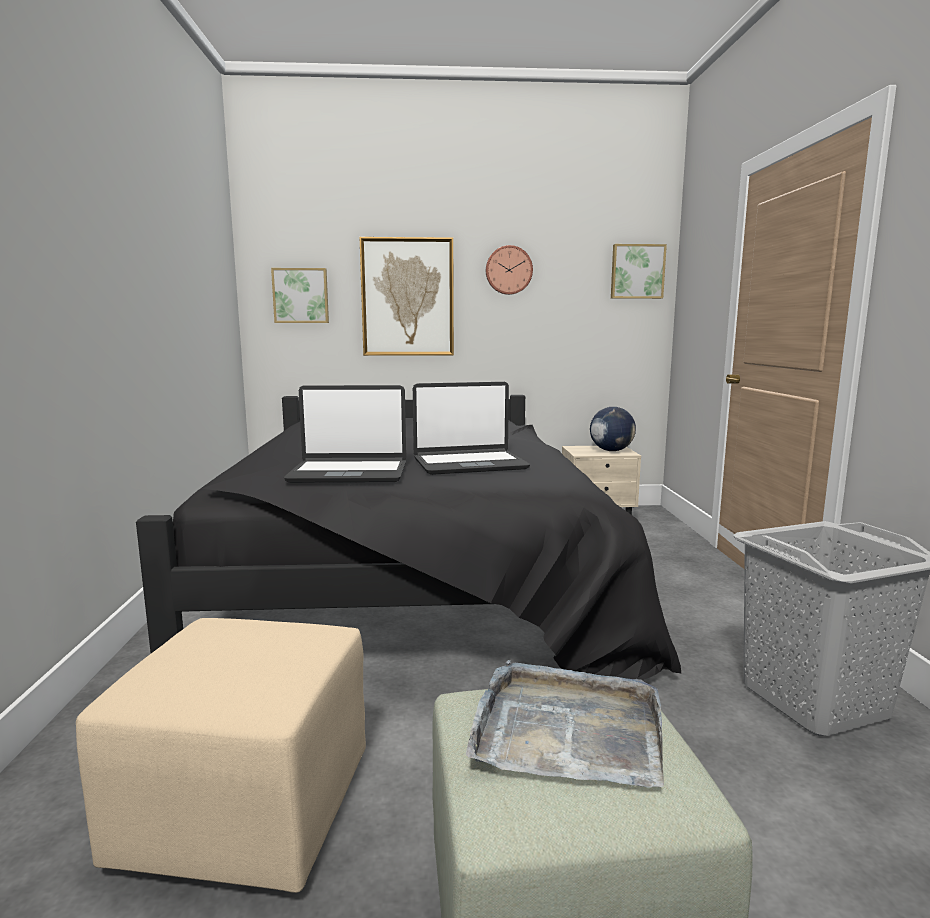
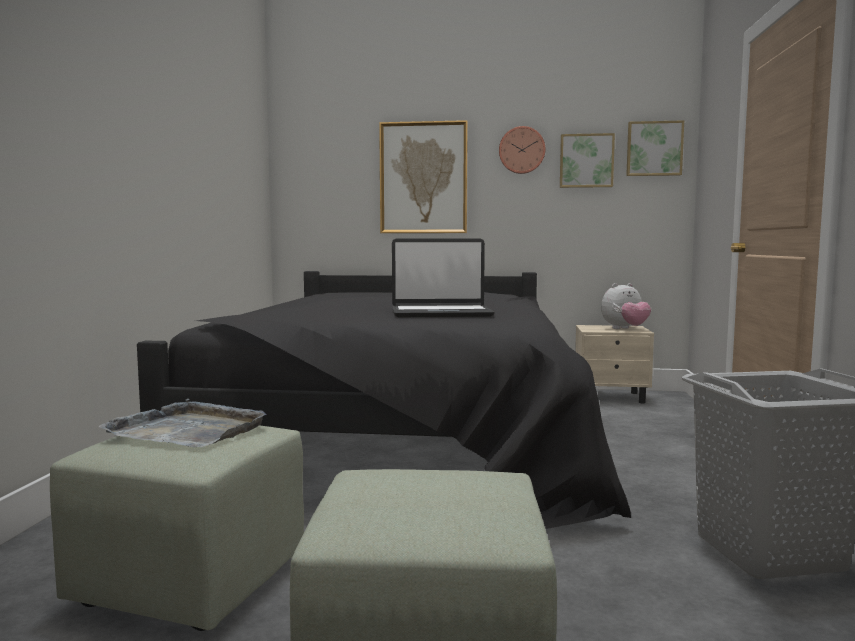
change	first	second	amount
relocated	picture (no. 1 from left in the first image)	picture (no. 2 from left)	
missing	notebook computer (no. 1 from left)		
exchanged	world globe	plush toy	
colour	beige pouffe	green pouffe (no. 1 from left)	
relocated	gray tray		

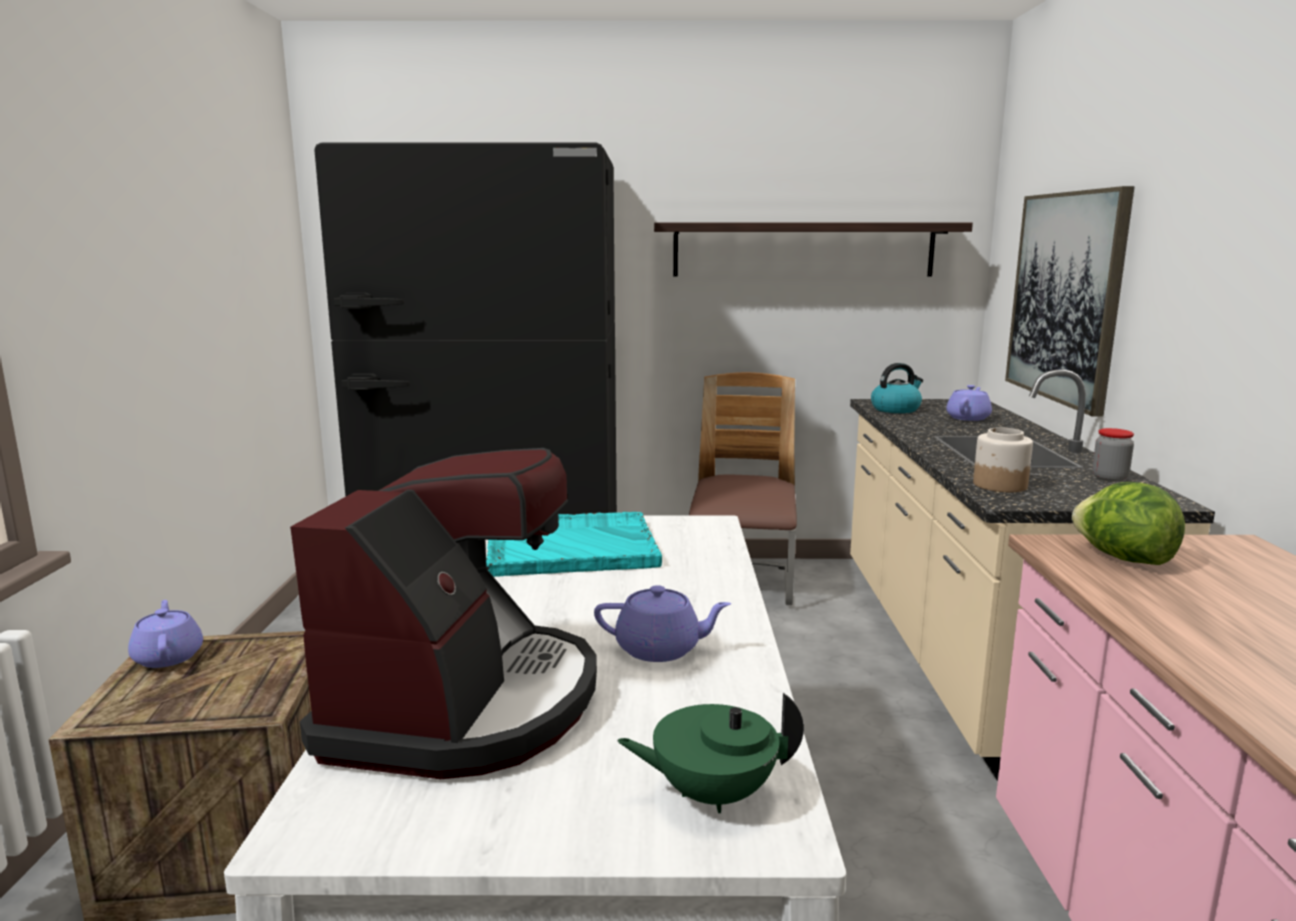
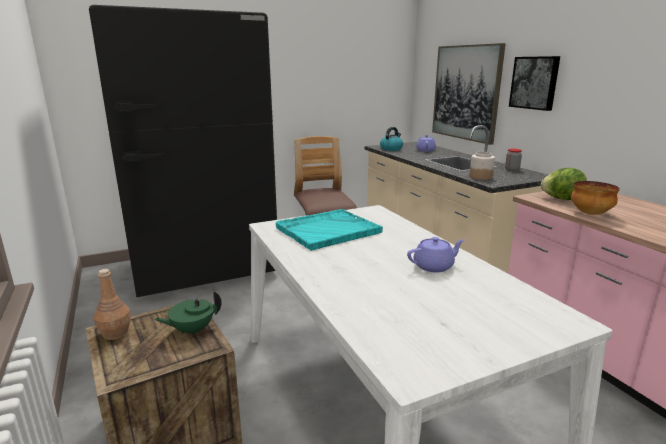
change	first	second	amount
missing	bracket shelf		
missing	coffee maker		
exchanged	purple-coloured pot for tea (no. 1 from left)	brown beverage bottle	
relocated	green pot for tea		
appeared		picture (no. 2 from left)	
appeared		bowl	

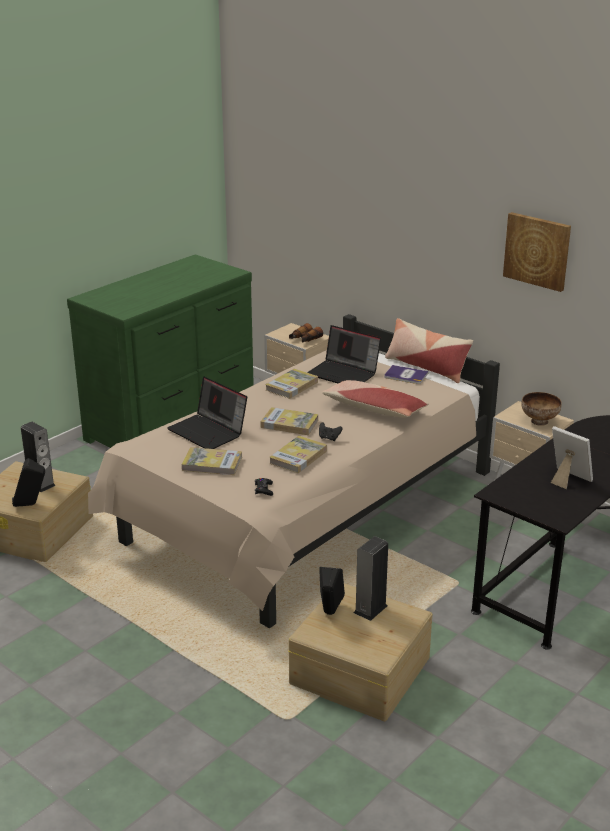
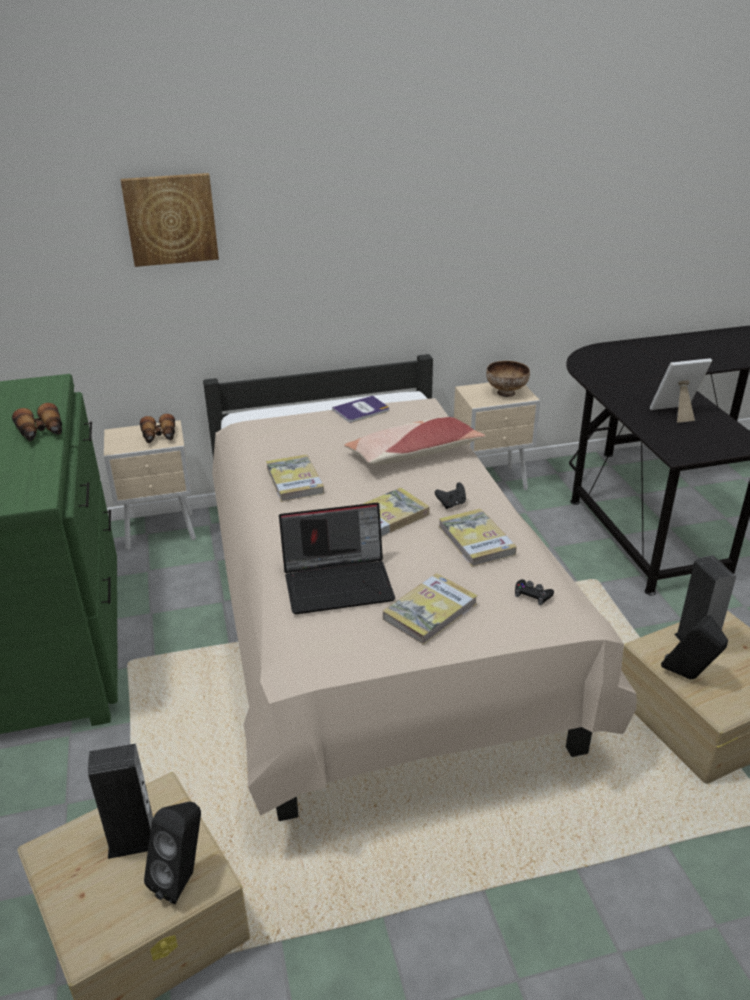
change	first	second	amount
relocated	picture		
missing	throw pillow (no. 2 from left)		
missing	notebook computer (no. 2 from left)		
appeared		pair of binoculars (no. 1 from left)	

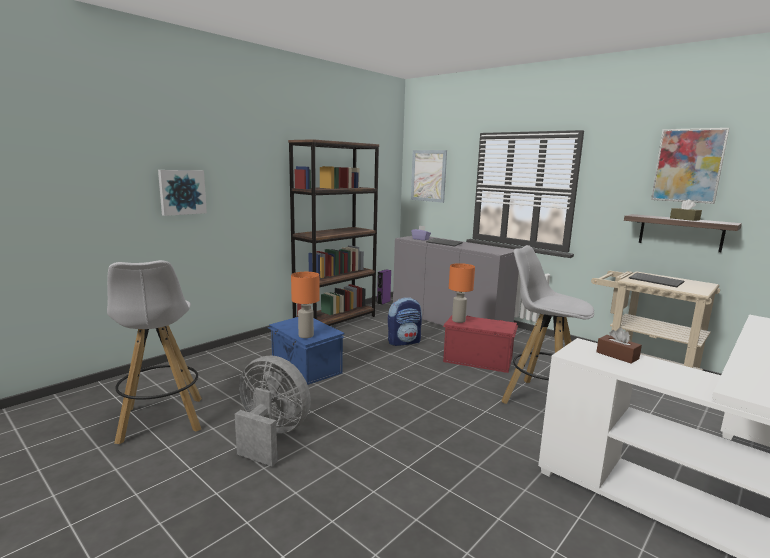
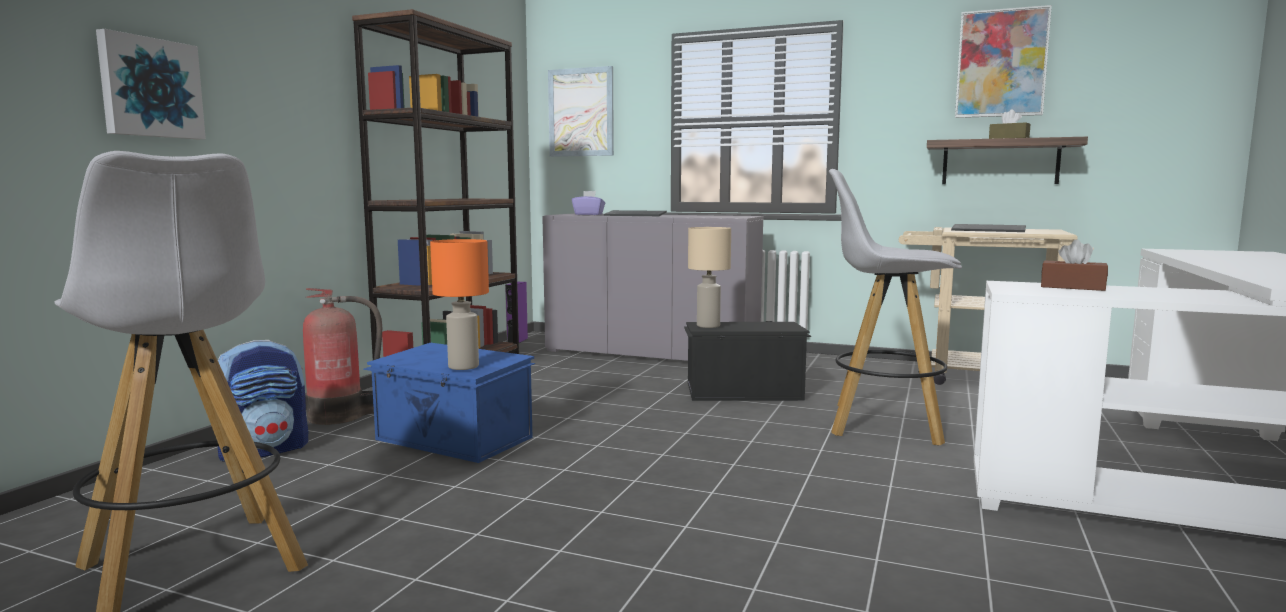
change	first	second	amount
colour	orangey table lamp (no. 2 from left)	beige table lamp	
relocated	backpack		
colour	red-coloured storage bin	blackish storage bin	
missing	gray electric fan		
appeared		extinguisher	

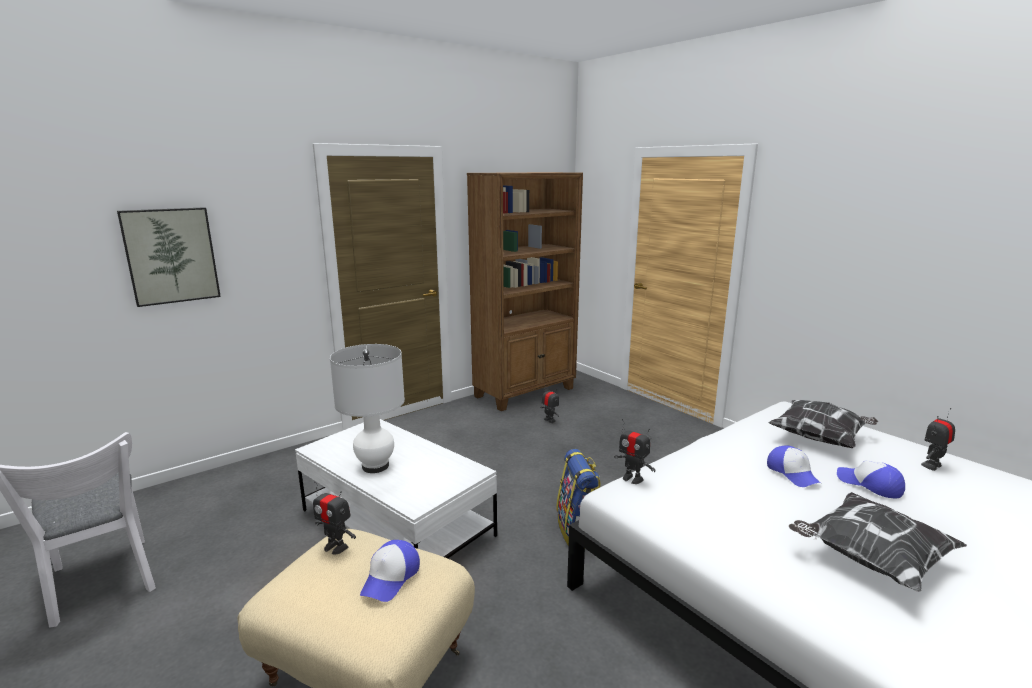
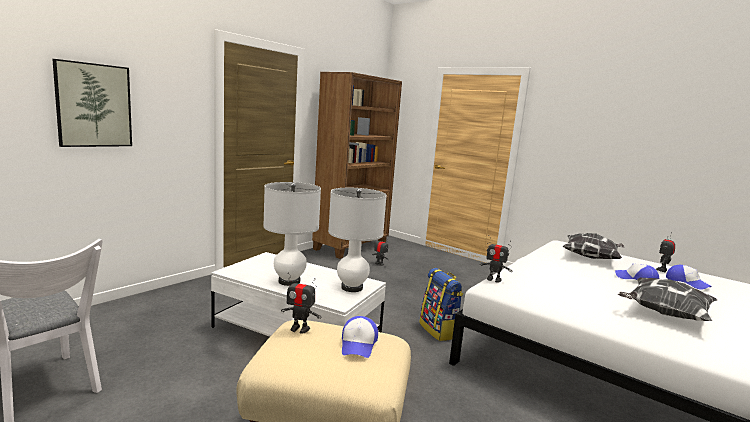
change	first	second	amount
relocated	peaked cap (no. 2 from left in the first image)	peaked cap (no. 3 from left)	
appeared		white table lamp (no. 2 from left)	

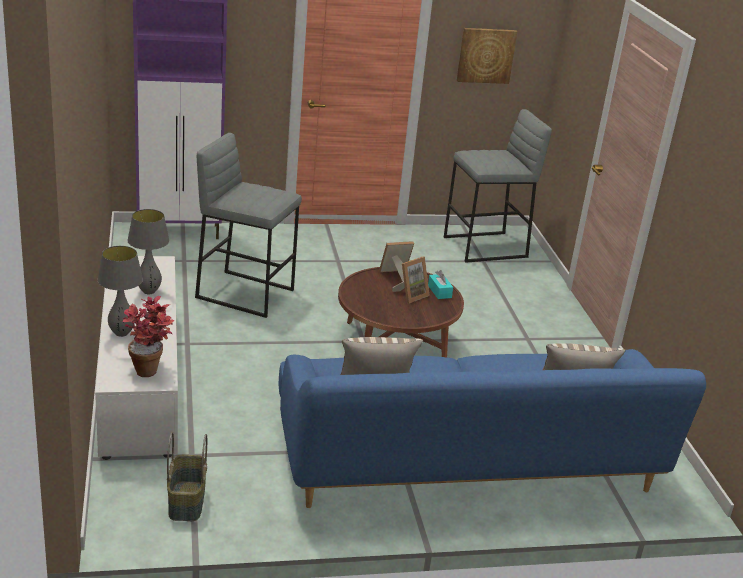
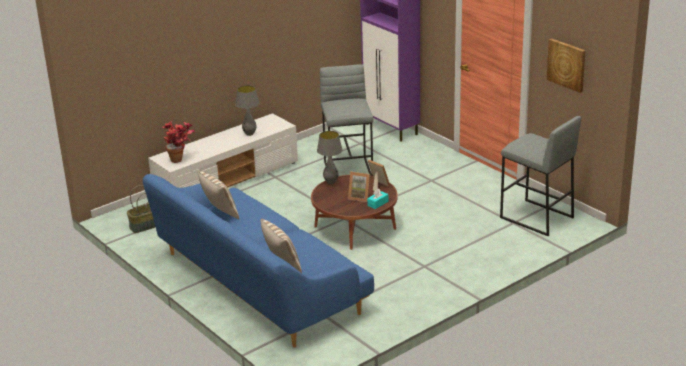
change	first	second	amount
relocated	gray table lamp (no. 1 from left in the first image)	gray table lamp (no. 2 from left)	

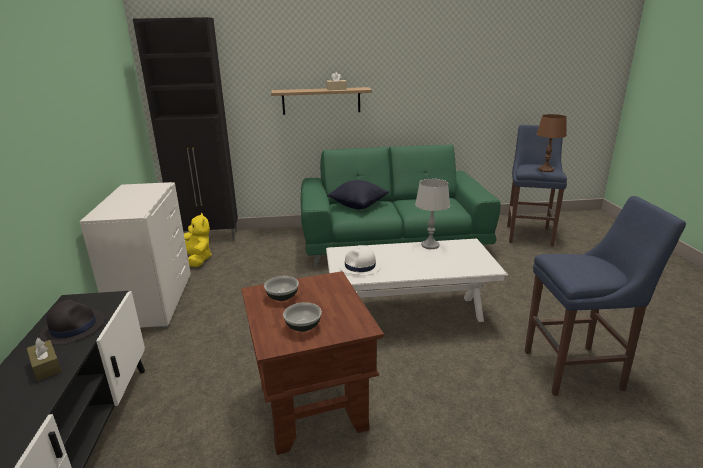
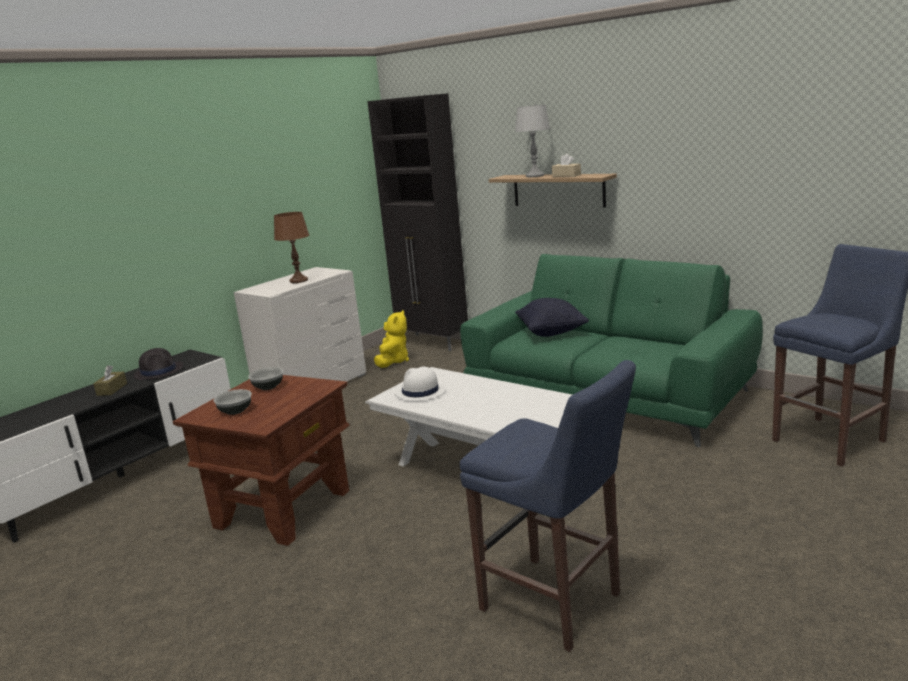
change	first	second	amount
relocated	brown table lamp		
relocated	gray table lamp		

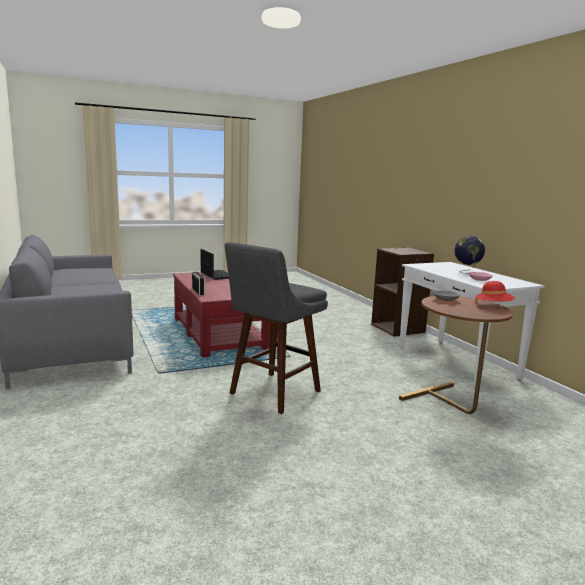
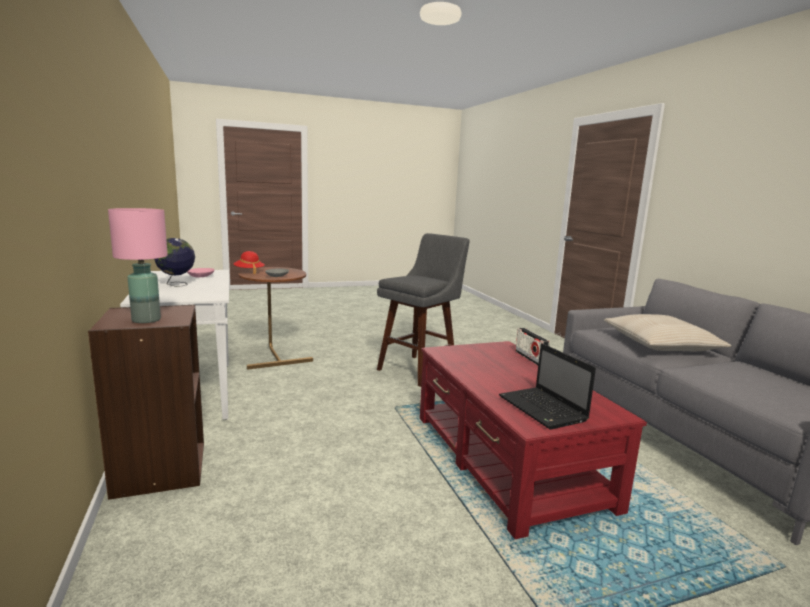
change	first	second	amount
appeared		pink-coloured table lamp	
appeared		beige throw pillow	

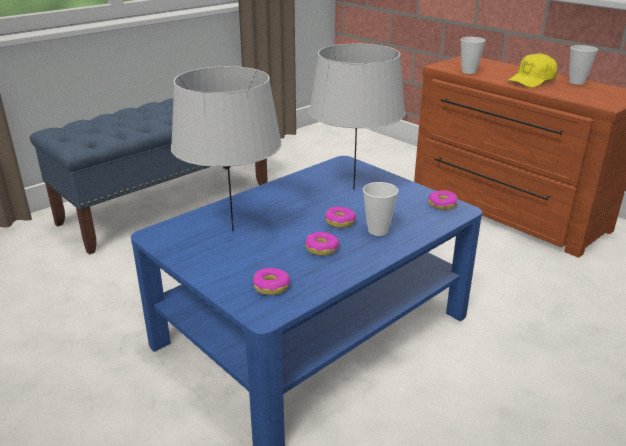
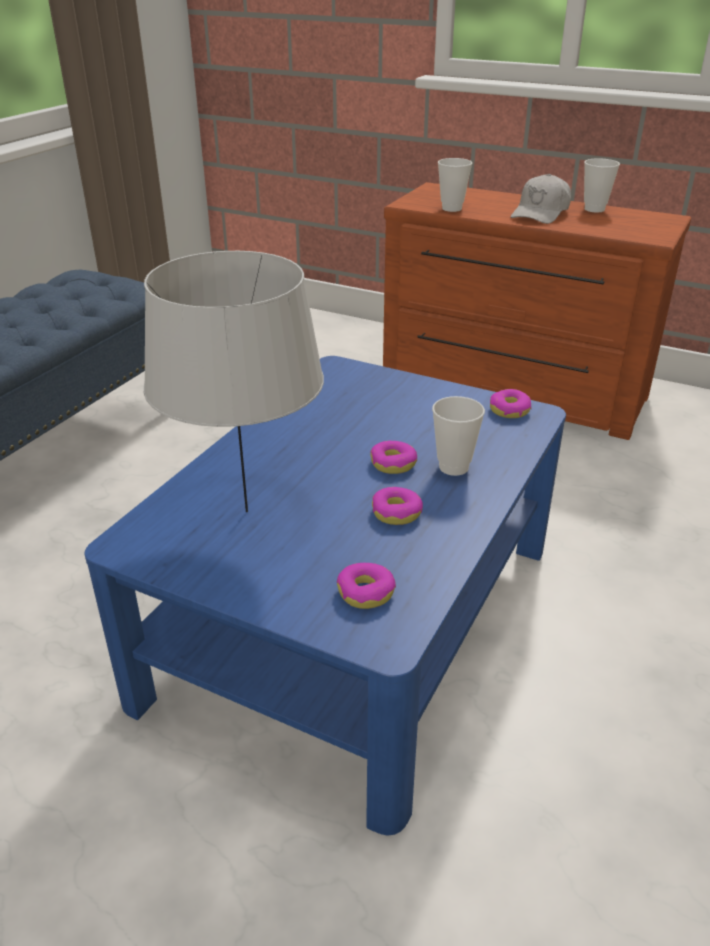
change	first	second	amount
missing	gray table lamp (no. 2 from left)		
colour	yellow peaked cap	white peaked cap	

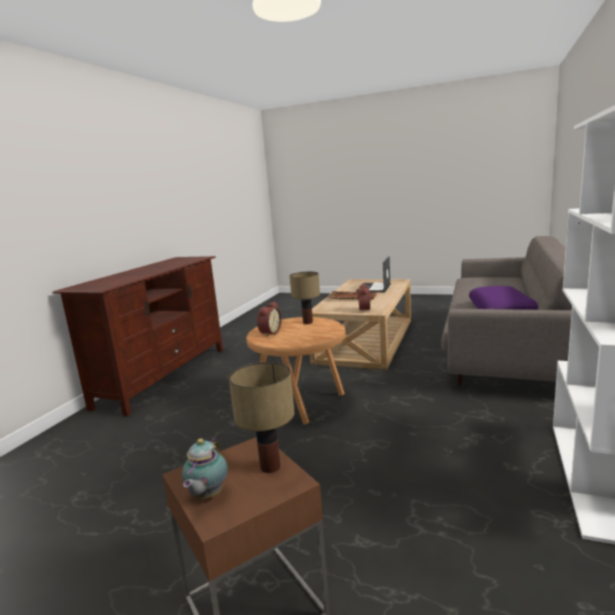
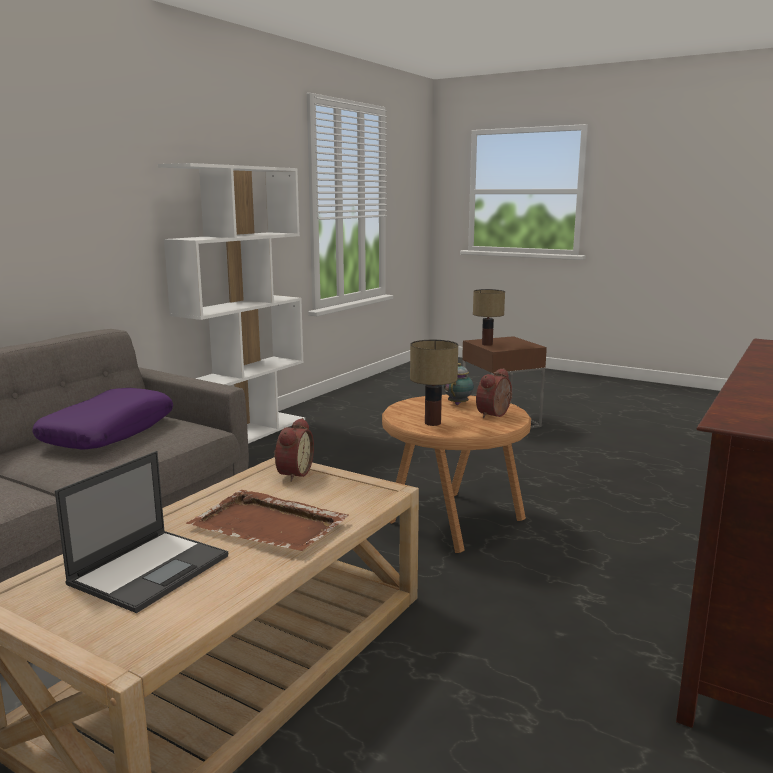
change	first	second	amount
relocated	pot for tea		

